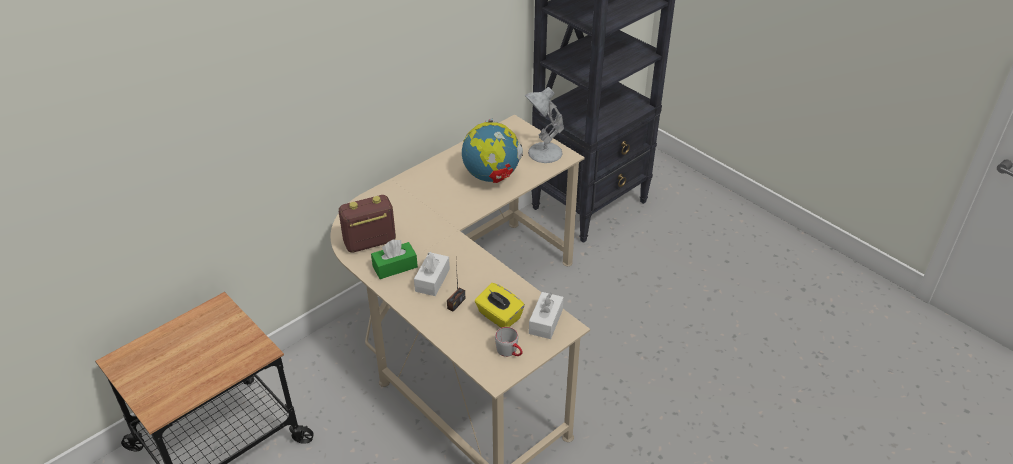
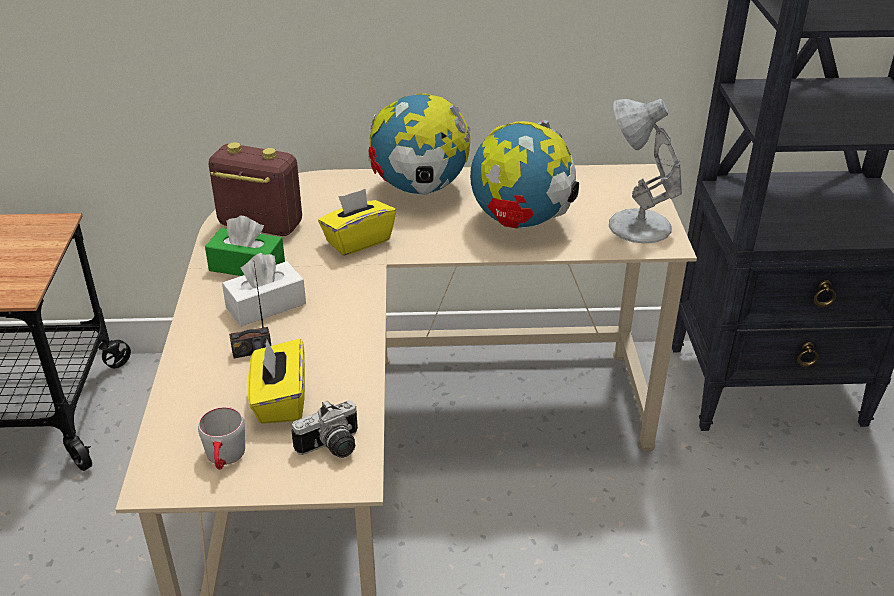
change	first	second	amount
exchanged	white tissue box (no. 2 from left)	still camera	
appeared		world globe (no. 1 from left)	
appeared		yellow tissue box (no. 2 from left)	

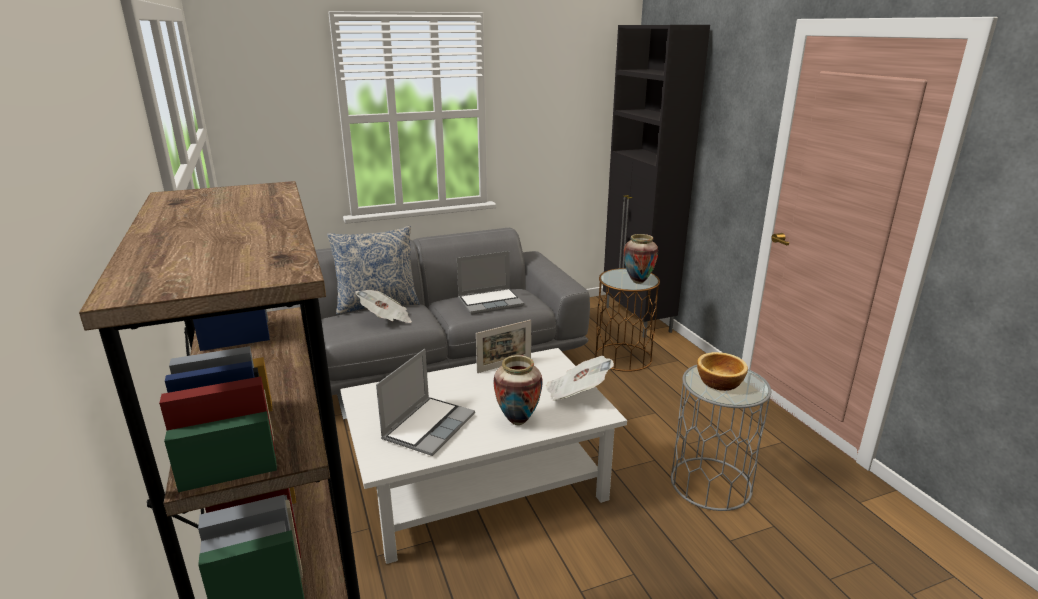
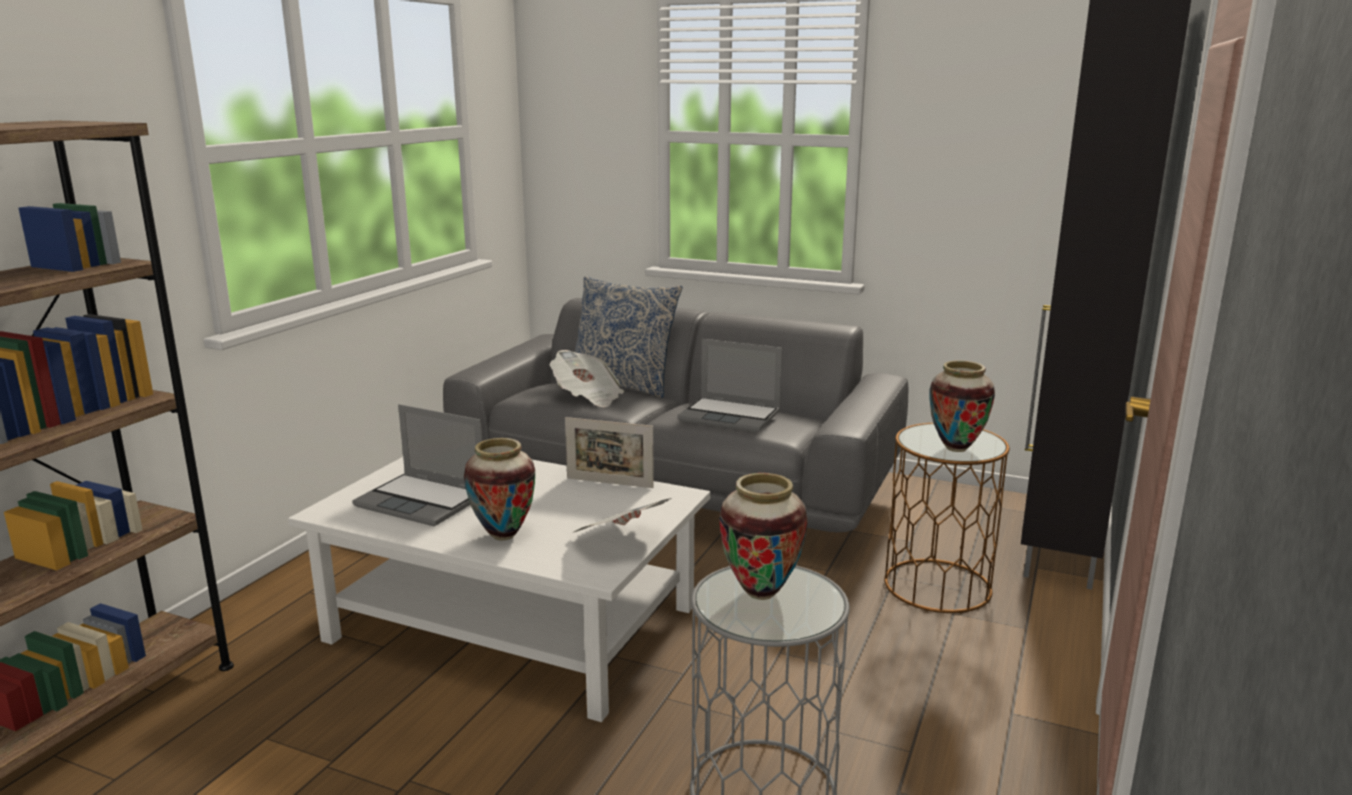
change	first	second	amount
spun	notebook computer (no. 1 from left)		45 degrees clockwise
exchanged	bowl	decorative vase (no. 2 from left)	

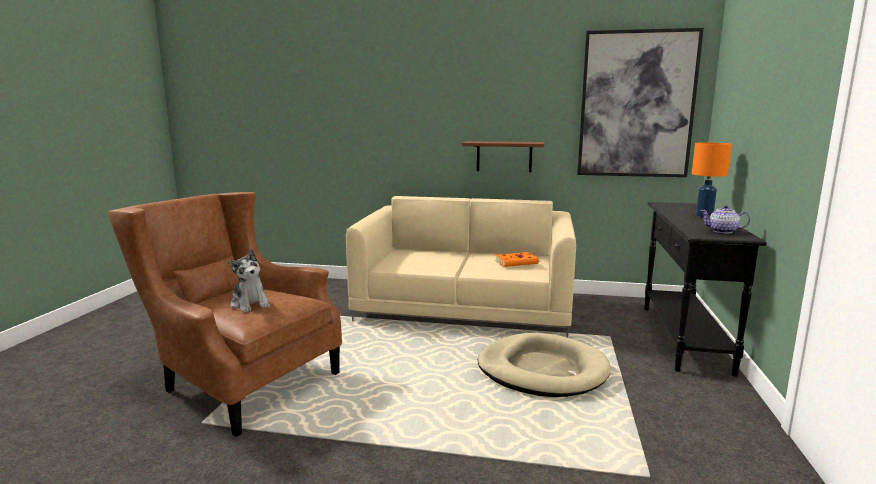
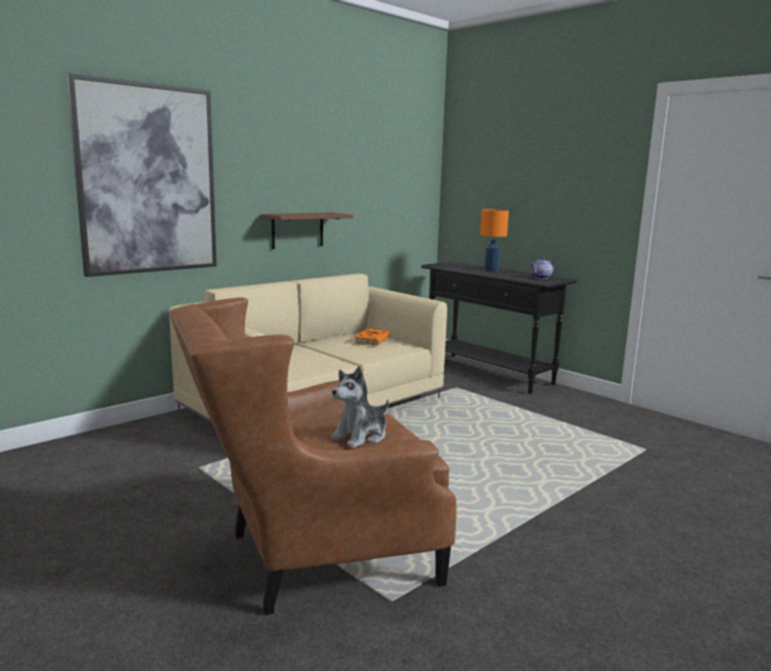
change	first	second	amount
relocated	picture		
spun	plush toy		135 degrees clockwise
missing	beige dog cushion		

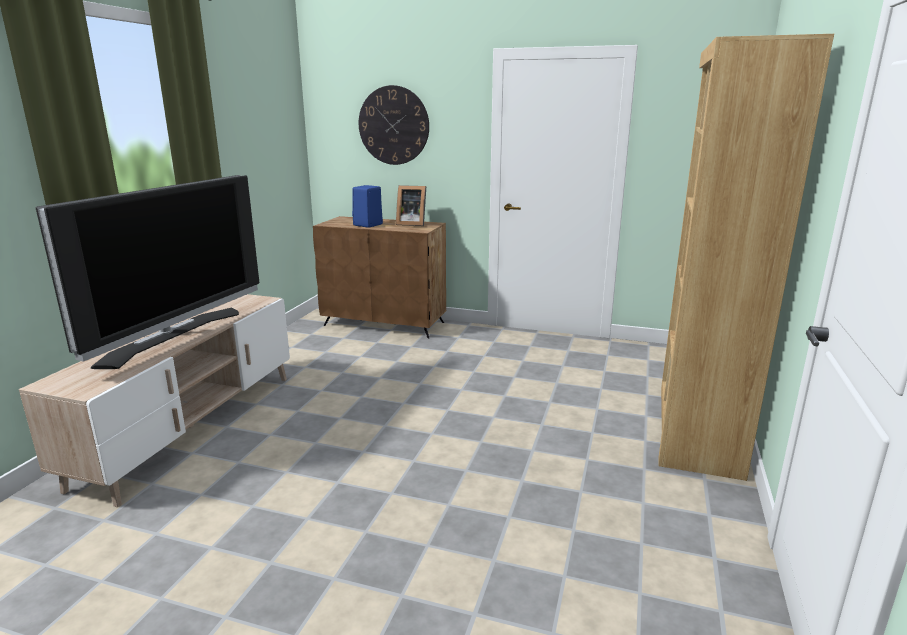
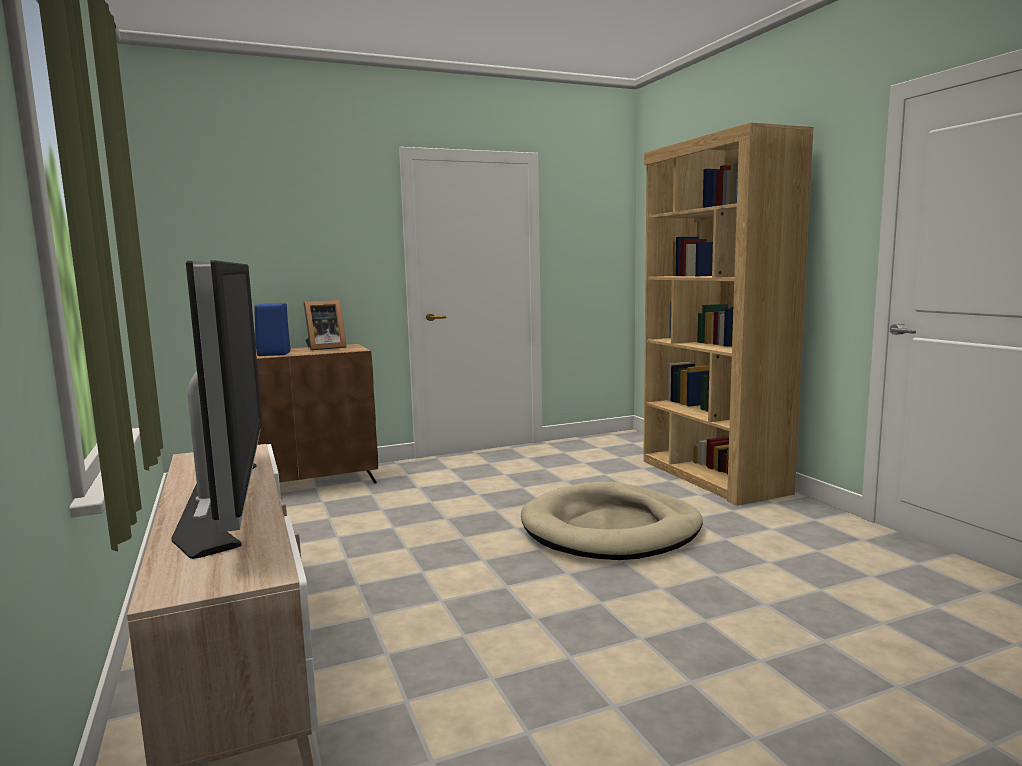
change	first	second	amount
missing	wall clock		
appeared		beige dog cushion	

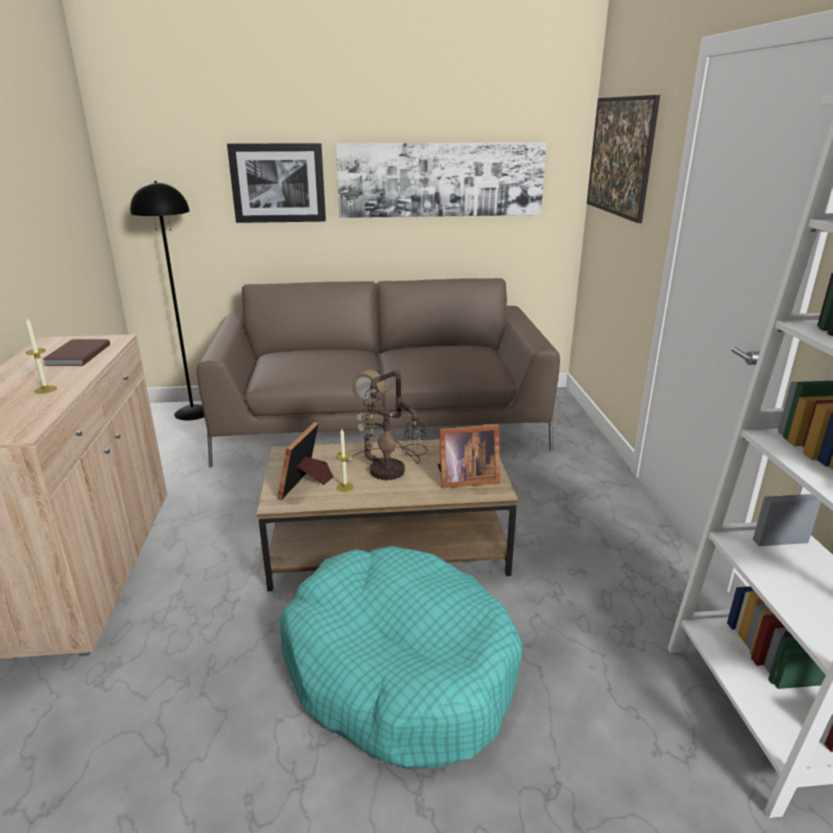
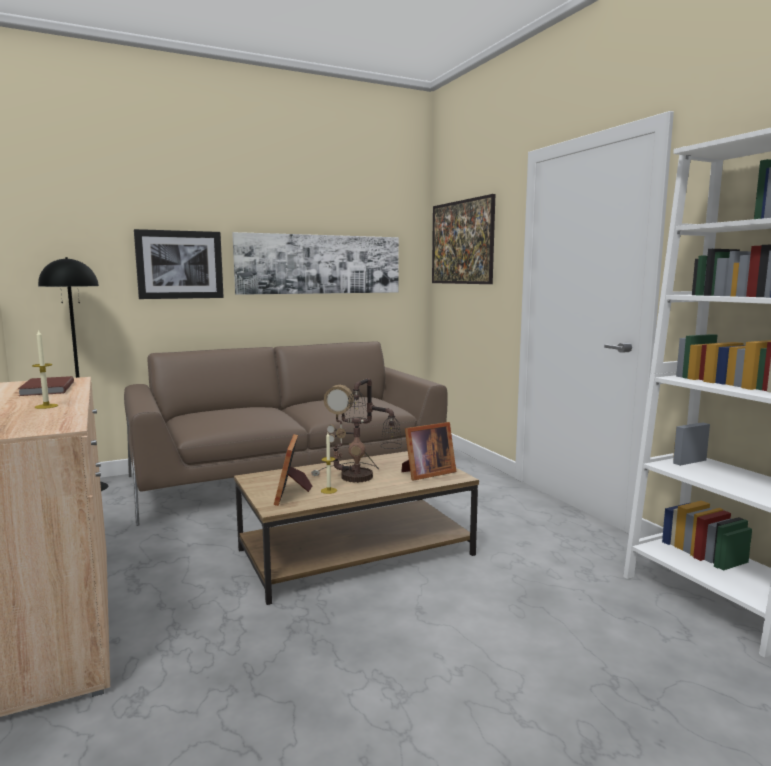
change	first	second	amount
missing	blue-green dog cushion		

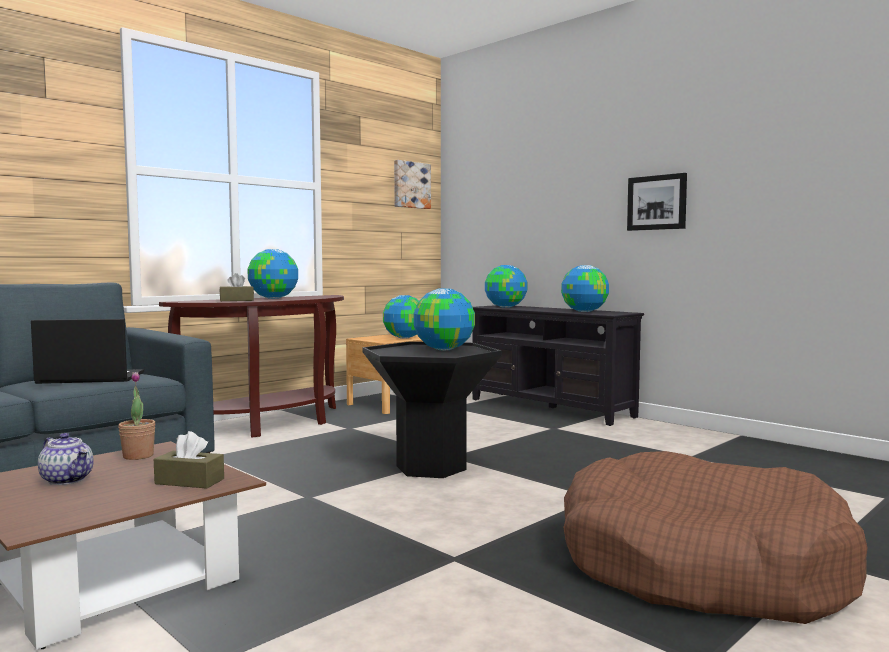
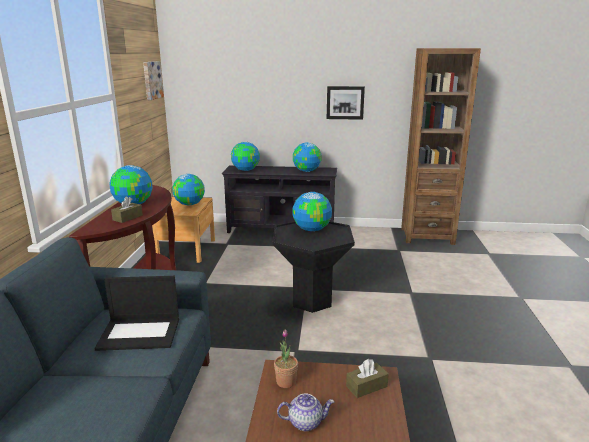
change	first	second	amount
spun	notebook computer		135 degrees counterclockwise
missing	brown dog cushion		
appeared		brown bookcase	

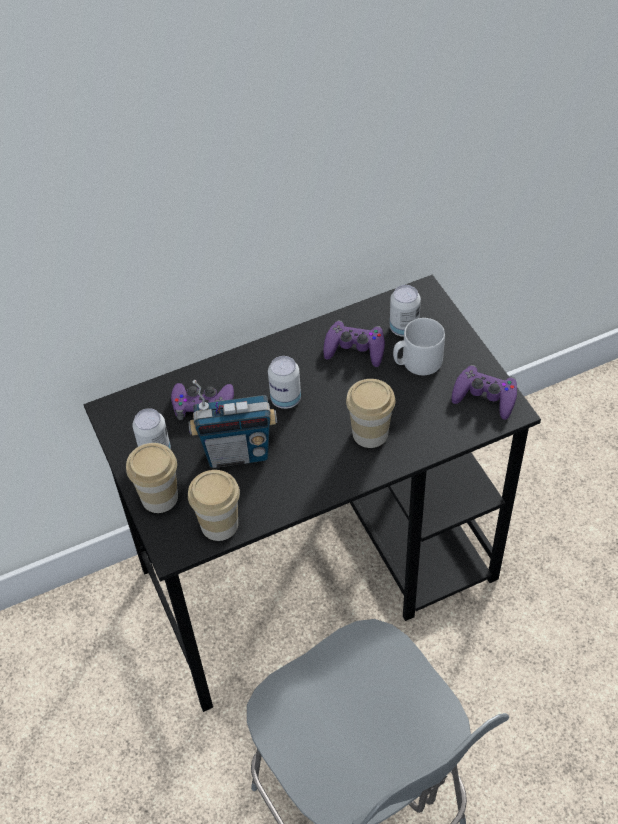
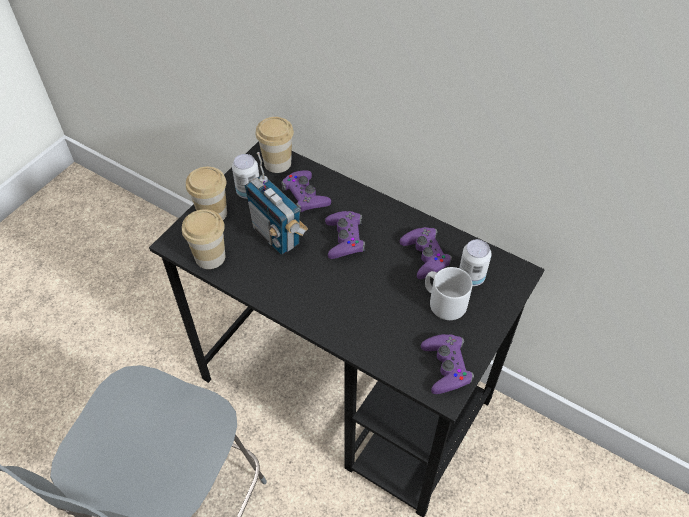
change	first	second	amount
exchanged	can (no. 2 from left)	purple-coloured gamepad (no. 2 from left)	
relocated	cup (no. 3 from left)		

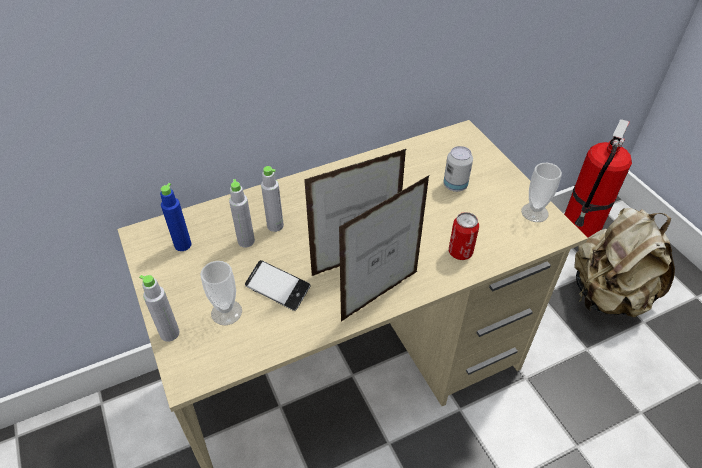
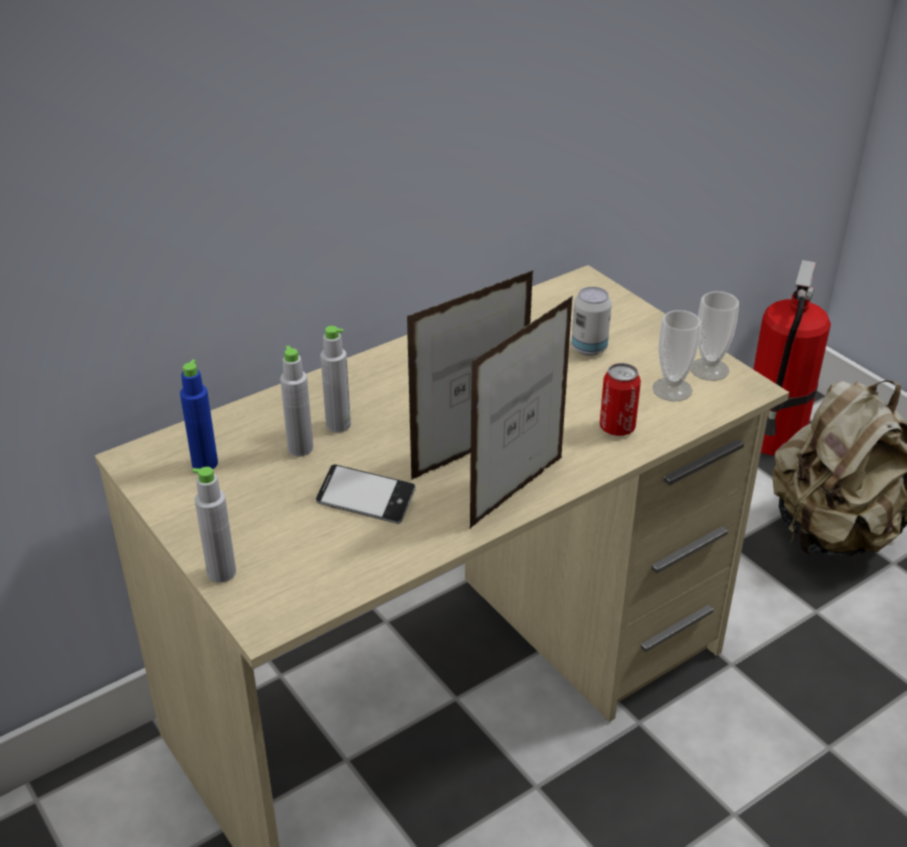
change	first	second	amount
relocated	cup (no. 1 from left)		

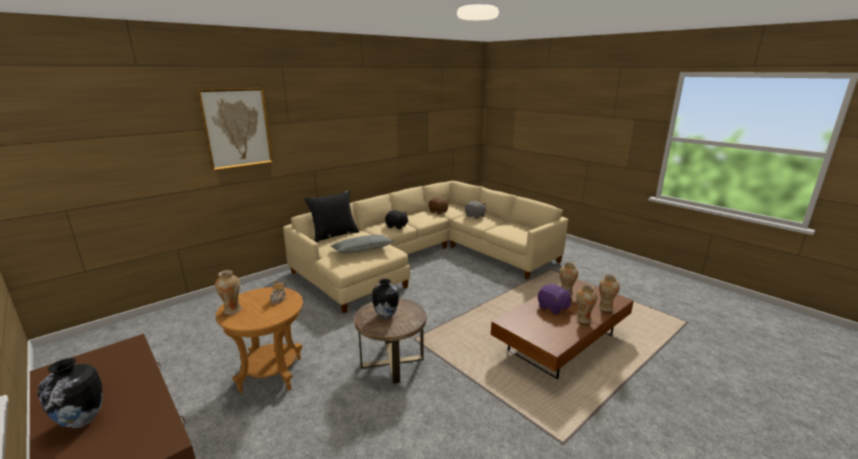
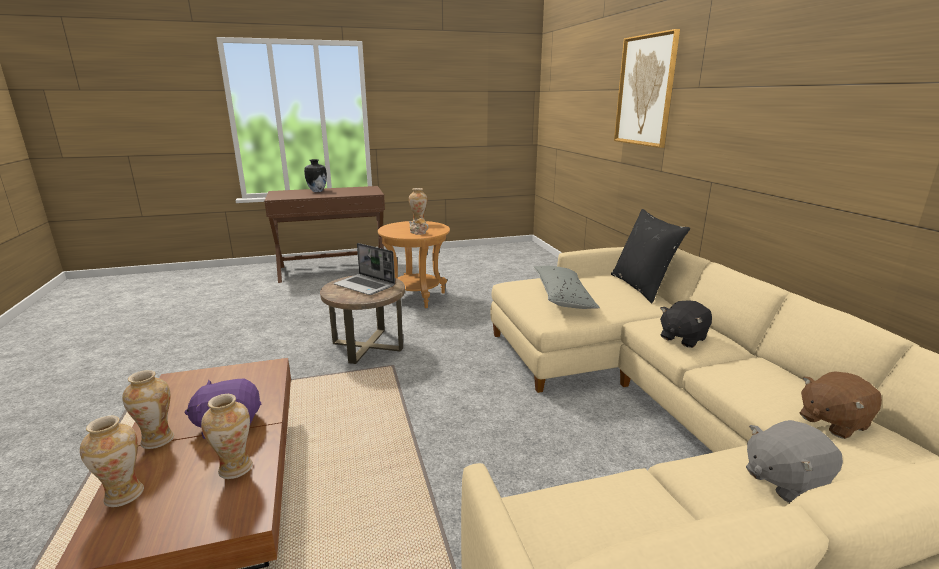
change	first	second	amount
exchanged	decorative vase (no. 3 from left)	notebook computer	

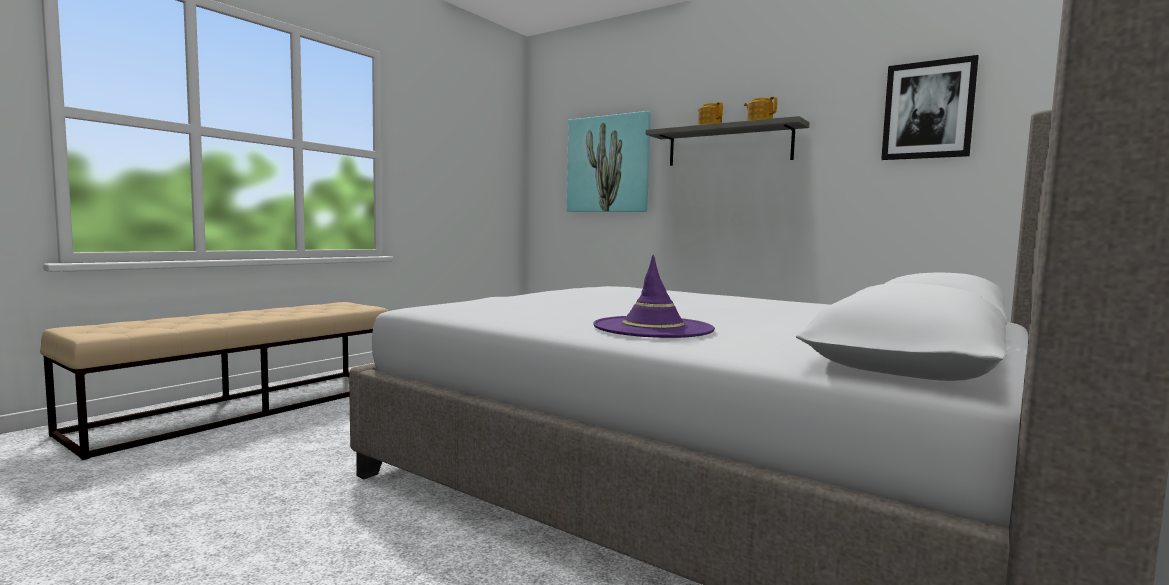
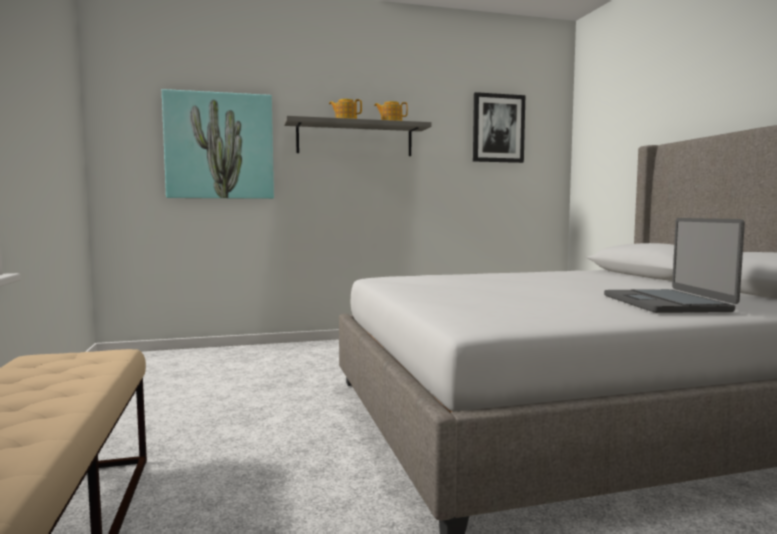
change	first	second	amount
exchanged	purple-coloured wearable hat	notebook computer	

